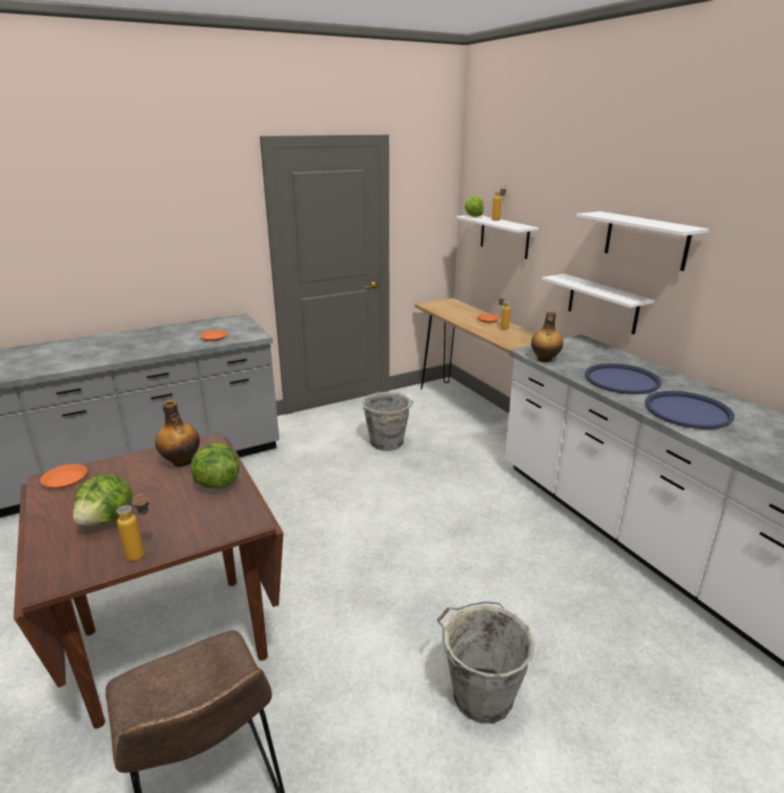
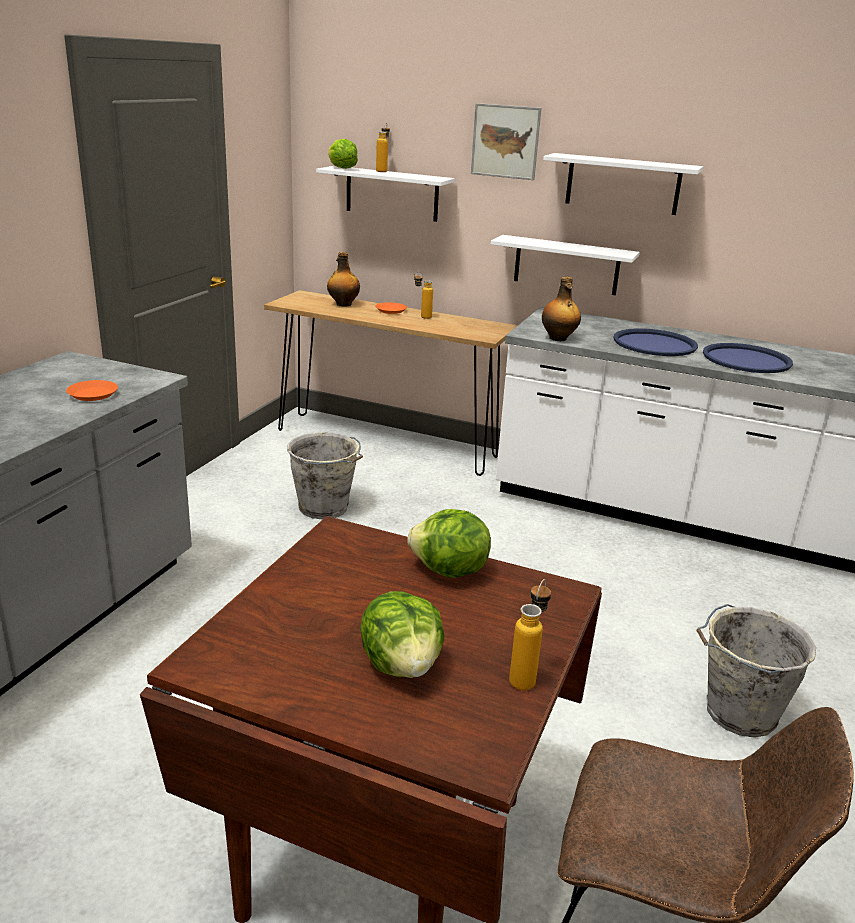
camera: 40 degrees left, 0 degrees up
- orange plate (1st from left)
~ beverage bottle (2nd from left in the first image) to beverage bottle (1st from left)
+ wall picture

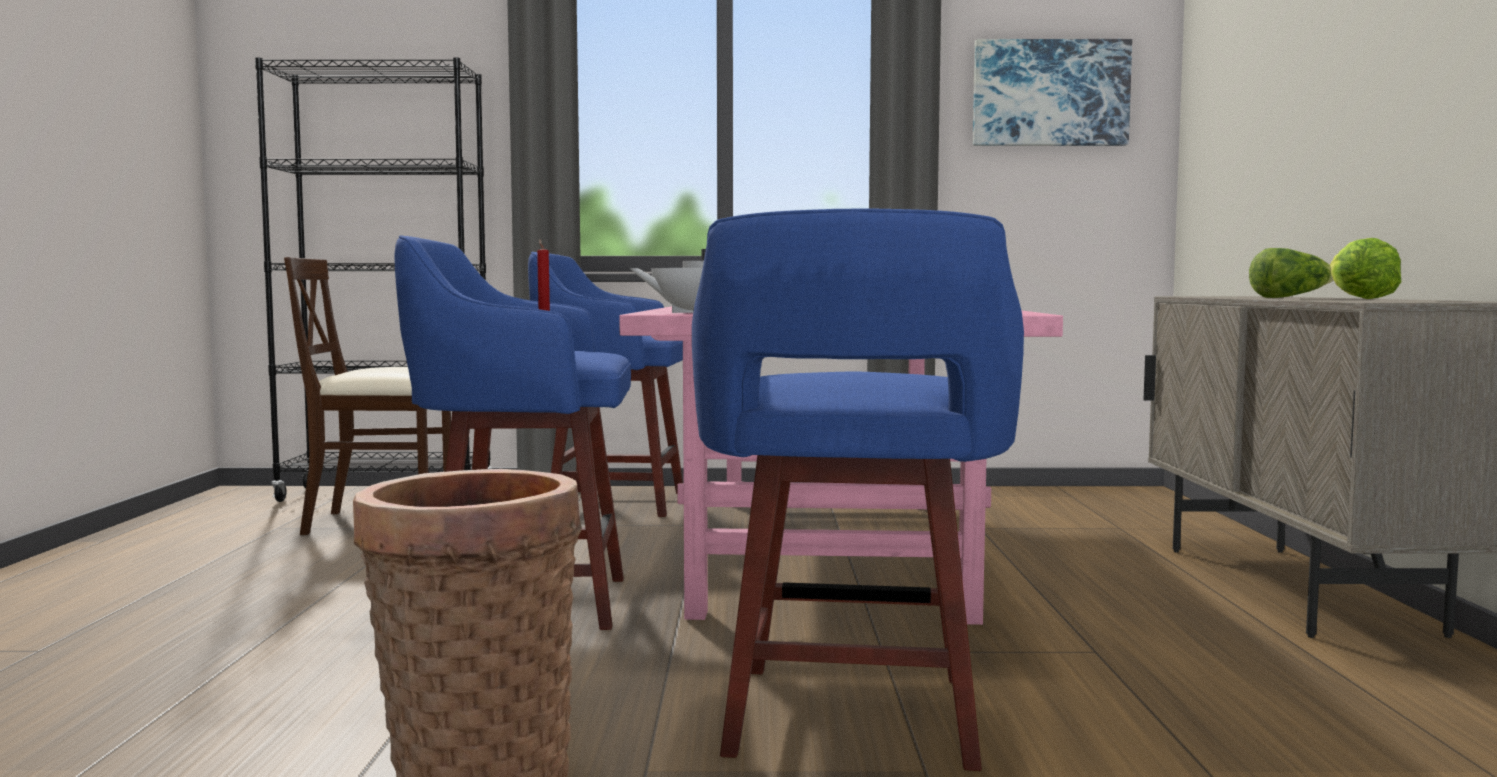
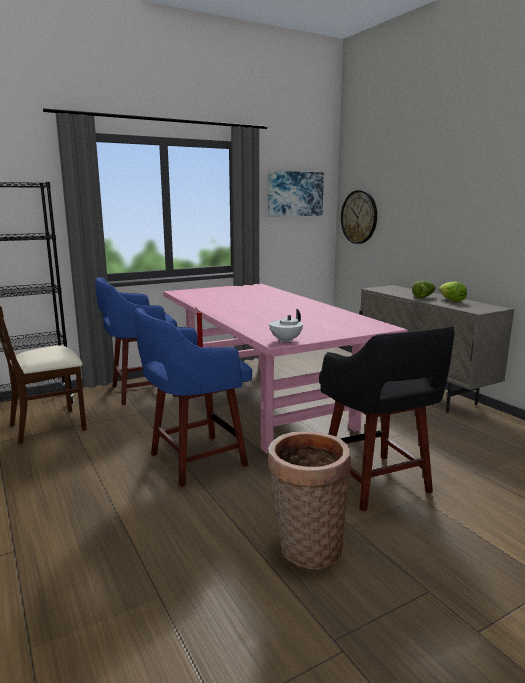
camera: 30 degrees left, 10 degrees up
~ blue-coloured stool seat (3rd from left) to blackish stool seat
+ wall clock

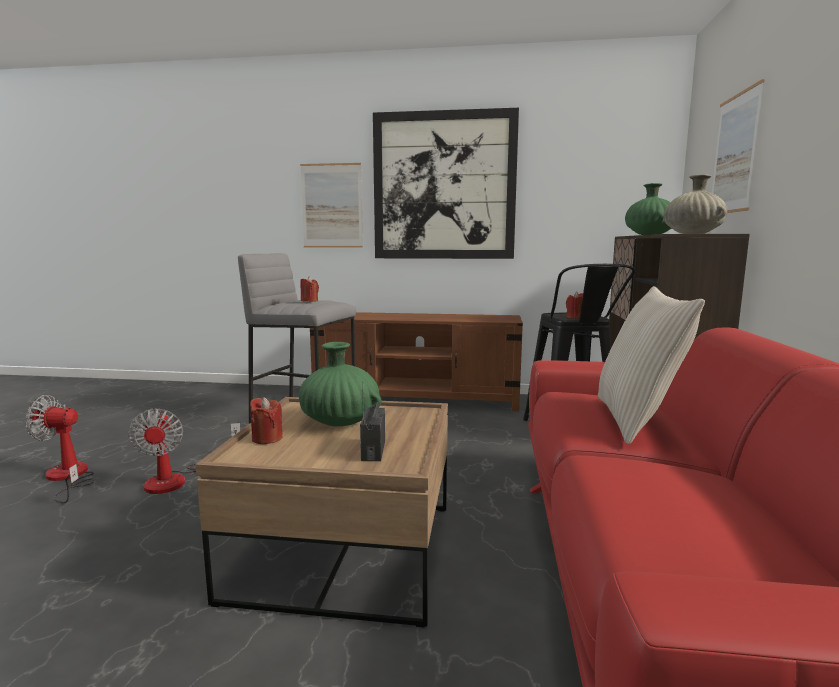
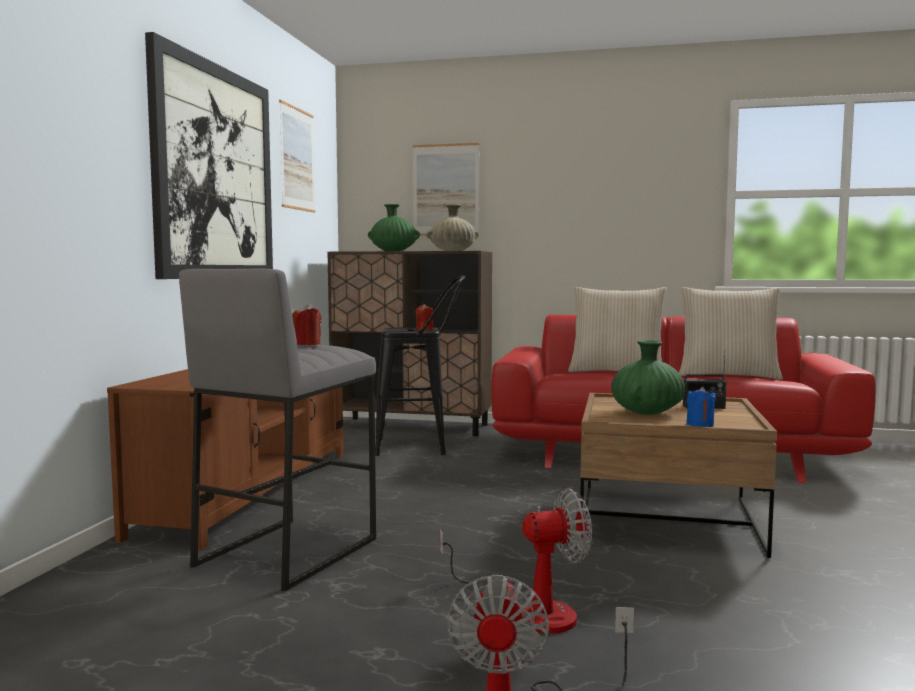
camera: 85 degrees left, 5 degrees down
~ red wax candle (1st from left) to blue-coloured wax candle
~ wall picture (1st from left in the first image) to wall picture (2nd from left)
+ beige-coloured cushion (2nd from left)

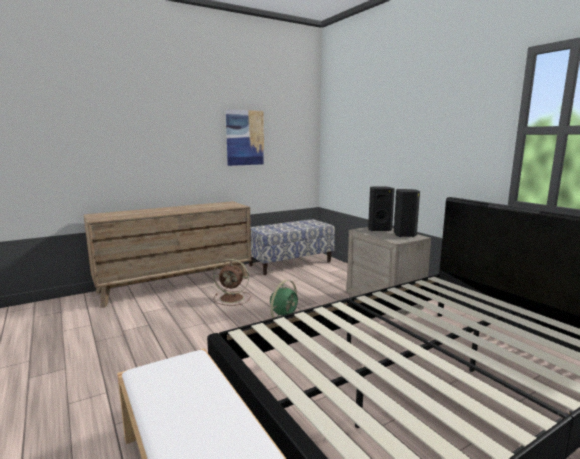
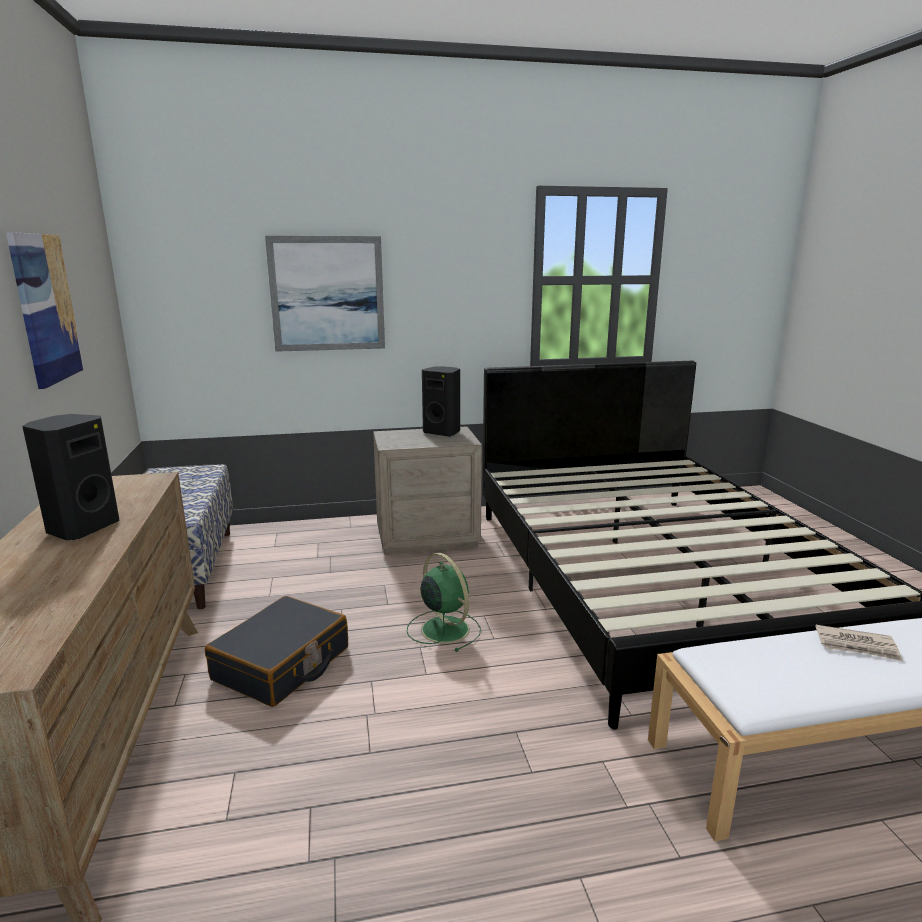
camera: 70 degrees left, 5 degrees up
~ brown-coloured electric fan to blackish piece of luggage
~ blackish audio speaker (1st from left)
+ wall picture (2nd from left)
+ newspaper

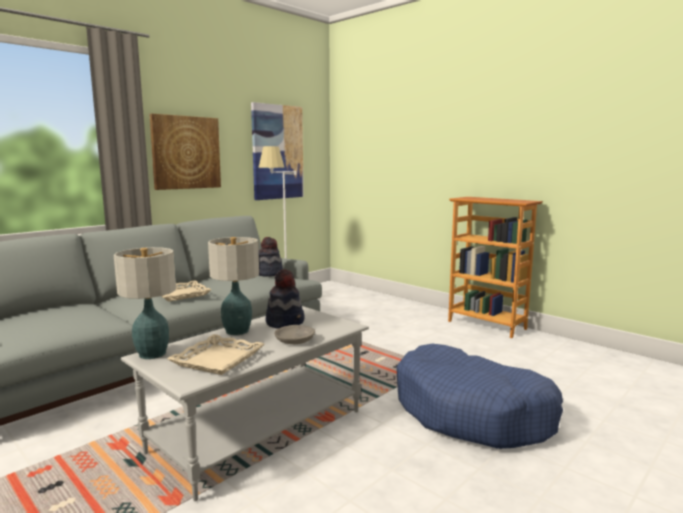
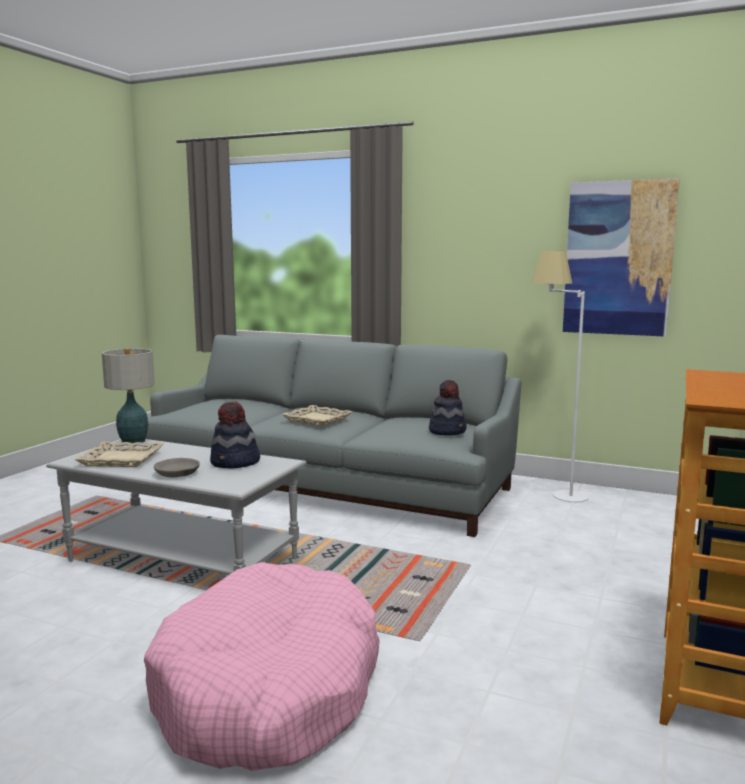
camera: 70 degrees right, 0 degrees up
- wall picture (1st from left)
- tabletop lamp (2nd from left)
~ blue-coloured pet bed to pinkish pet bed

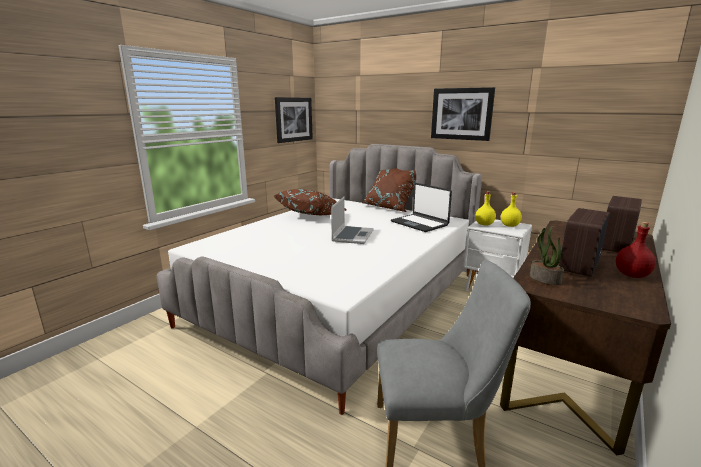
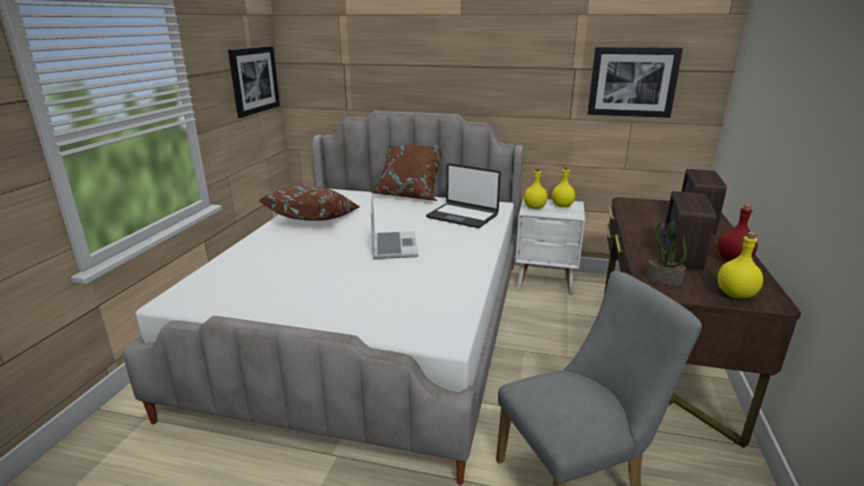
camera: 20 degrees left, 5 degrees up
~ wall picture (2nd from left)
+ yellow beverage bottle (3rd from left)

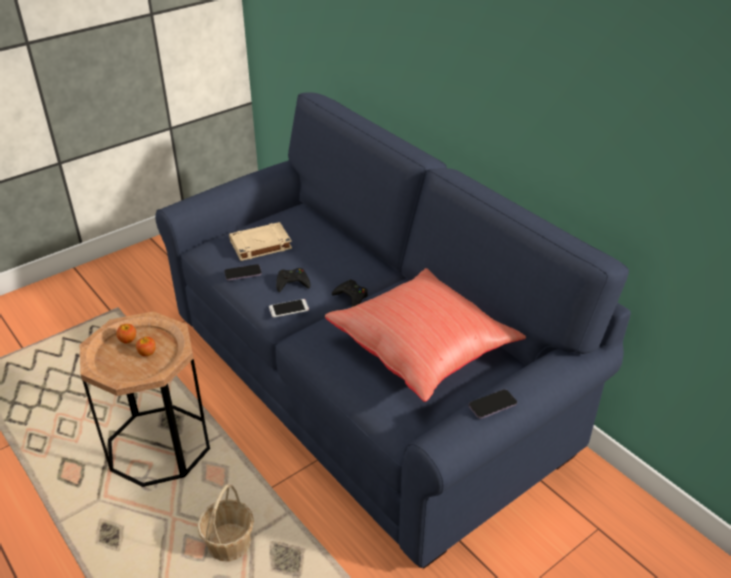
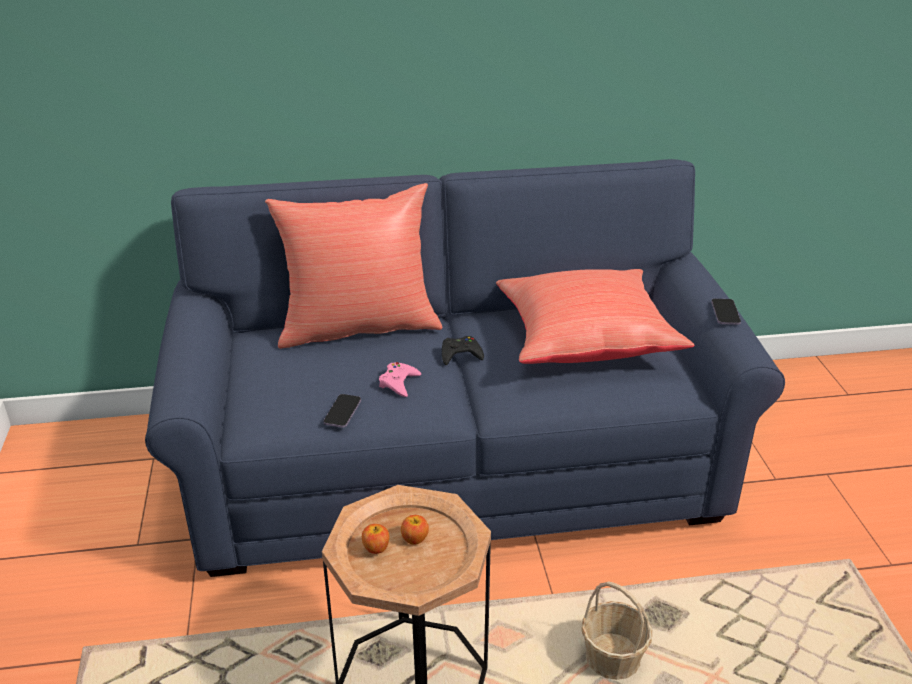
camera: 60 degrees left, 5 degrees down
- beige-coloured book
- telephone (2nd from left)
~ blackish joypad (1st from left) to pinkish joypad
+ red cushion (1st from left)

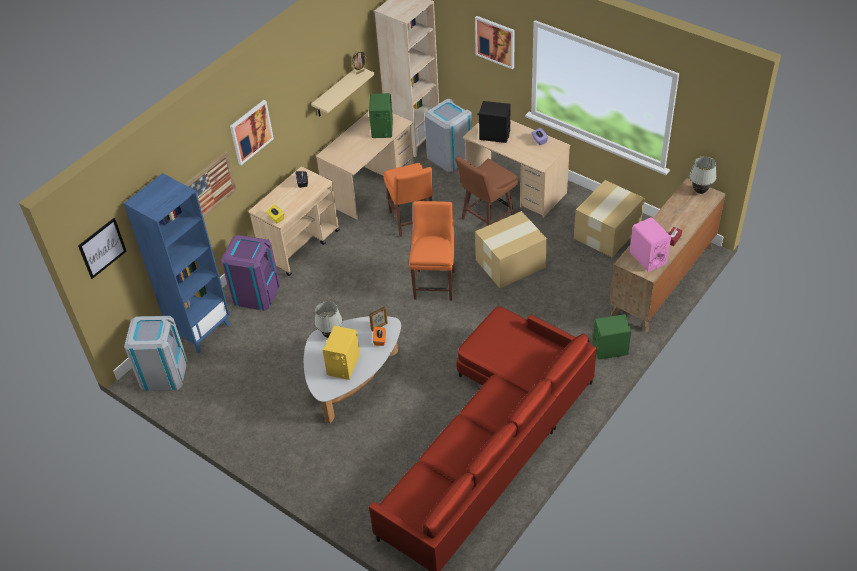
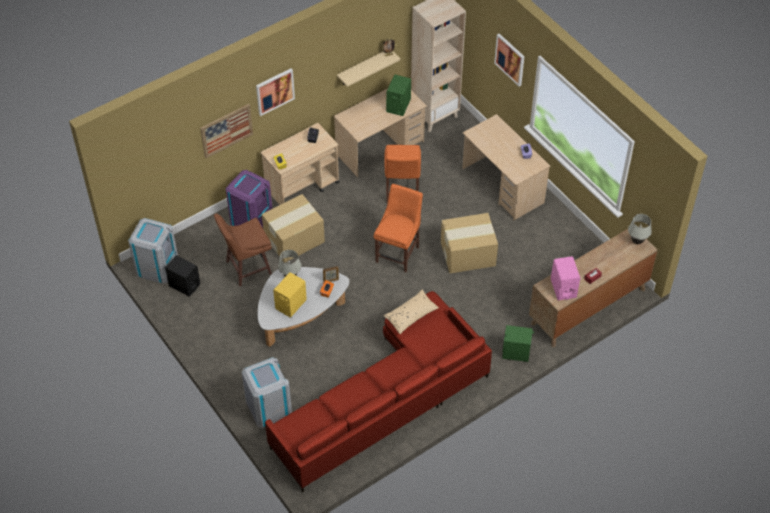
camera: 15 degrees right, 5 degrees up
- wall picture (1st from left)
- blue-coloured bookcase
~ greyish waste bin (2nd from left)
~ brown-coloured stool seat
~ blackish audio speaker
~ packing box (2nd from left in the first image) to packing box (1st from left)
+ beige-coloured cushion

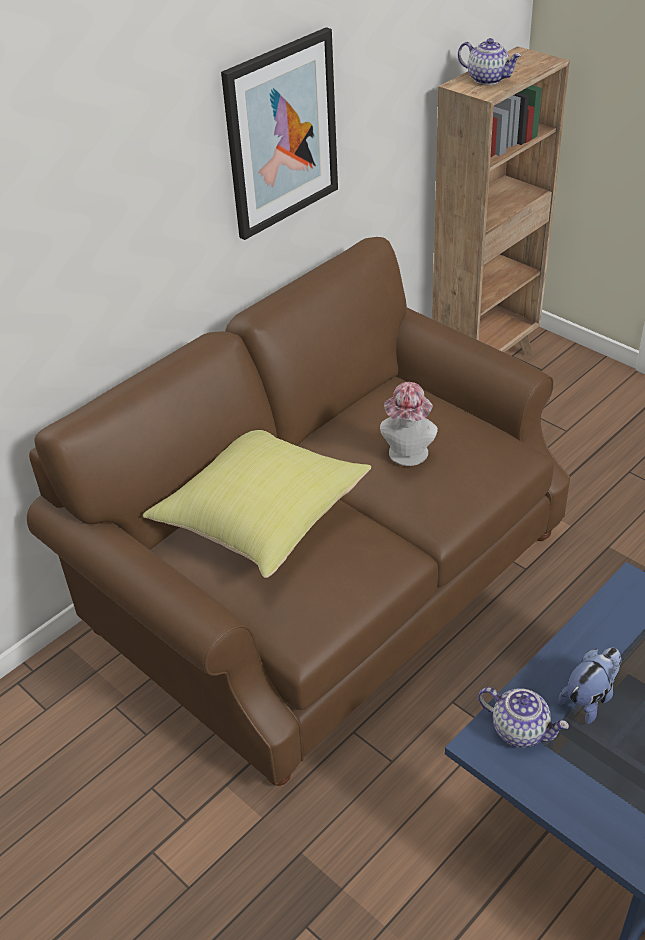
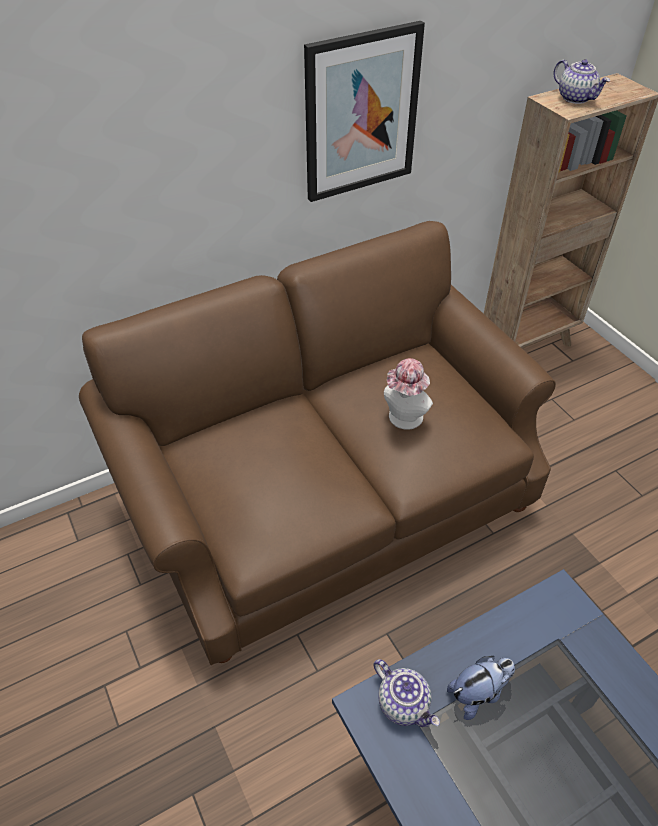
camera: 15 degrees right, 5 degrees up
- yellow cushion

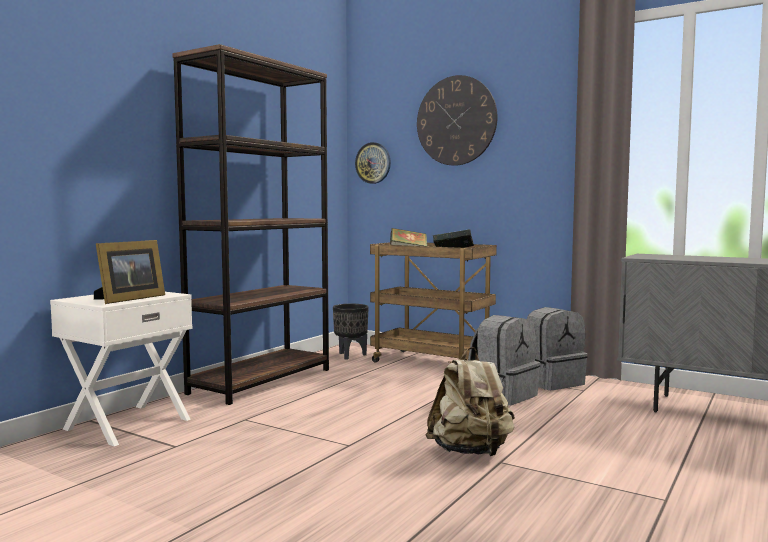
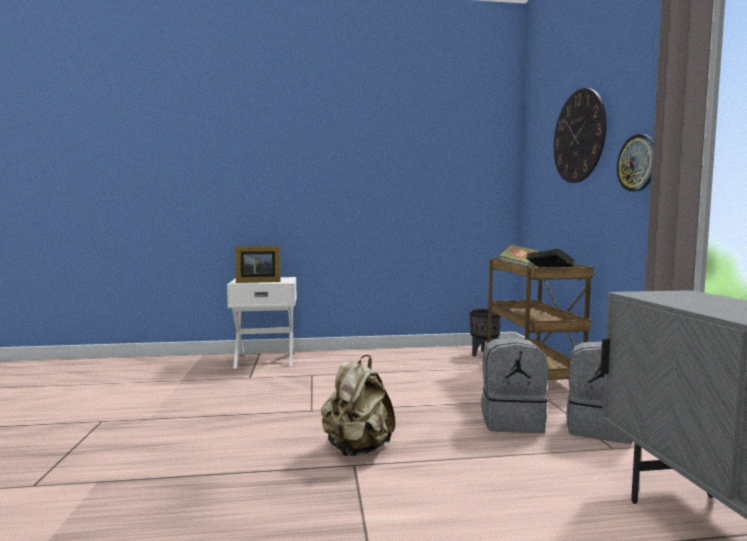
camera: 50 degrees right, 0 degrees up
- brown-coloured bookcase
~ wall clock (1st from left in the first image) to wall clock (2nd from left)

